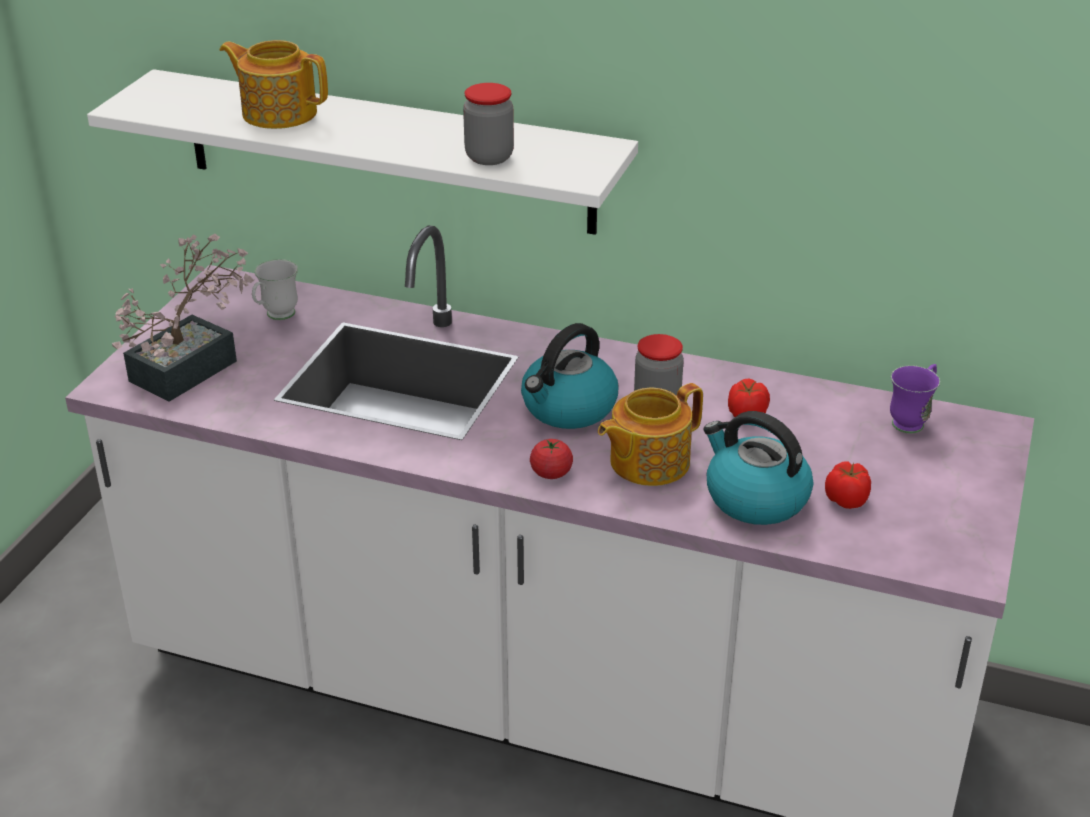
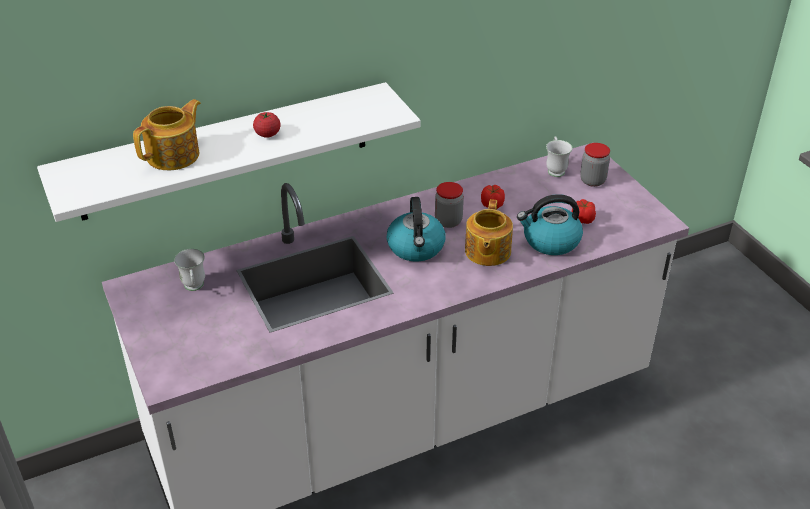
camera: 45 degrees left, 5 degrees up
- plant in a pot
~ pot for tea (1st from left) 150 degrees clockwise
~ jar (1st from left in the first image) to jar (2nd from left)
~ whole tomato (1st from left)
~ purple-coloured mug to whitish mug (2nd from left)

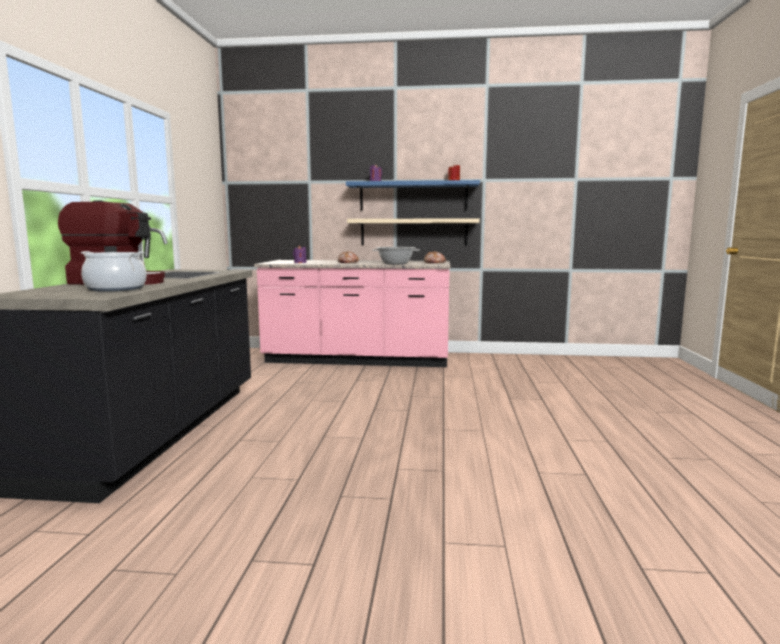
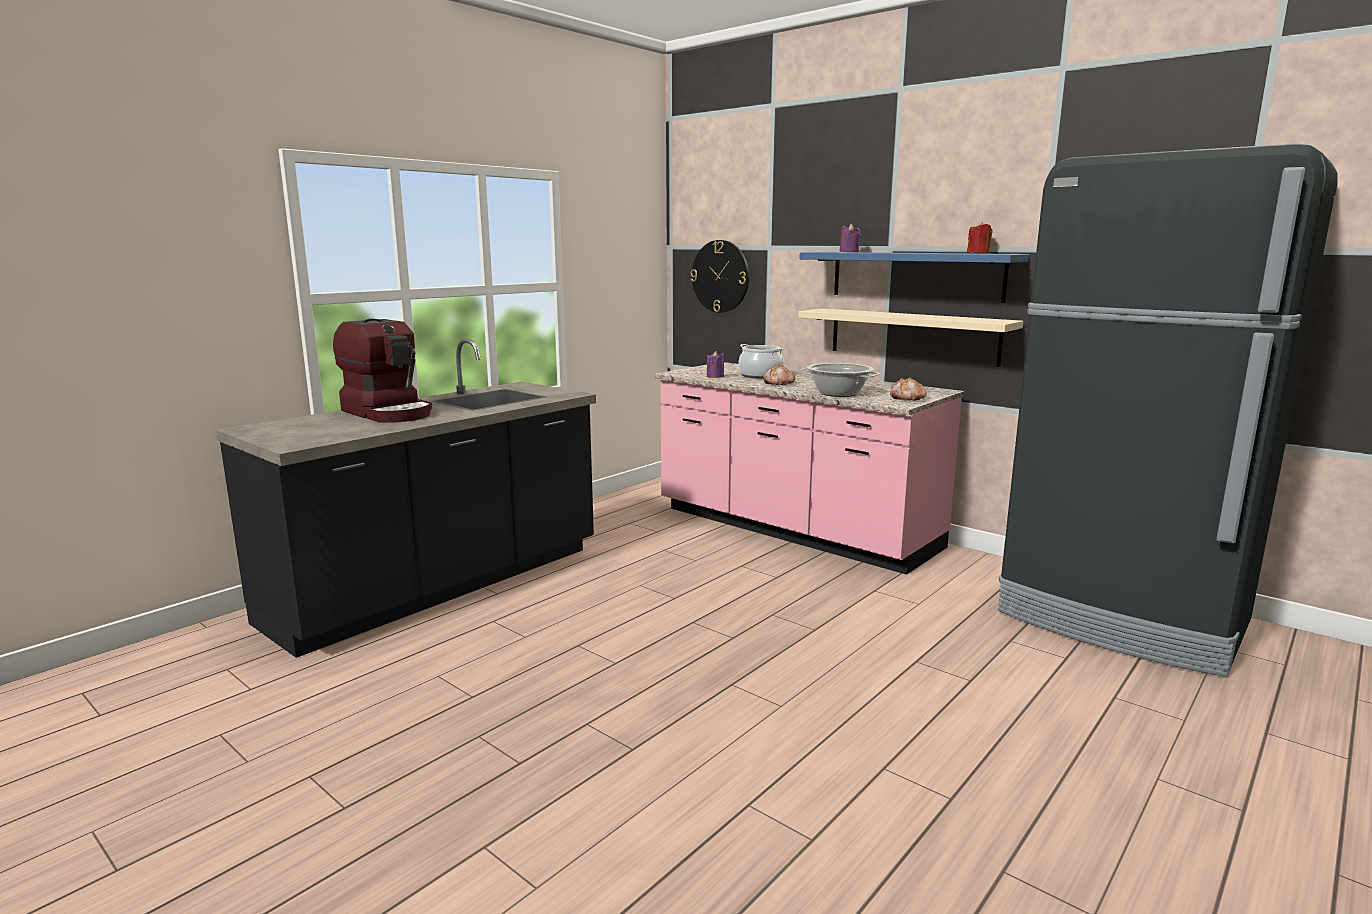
camera: 35 degrees right, 5 degrees up
~ stockpot (1st from left)
+ wall clock
+ blackish fridge

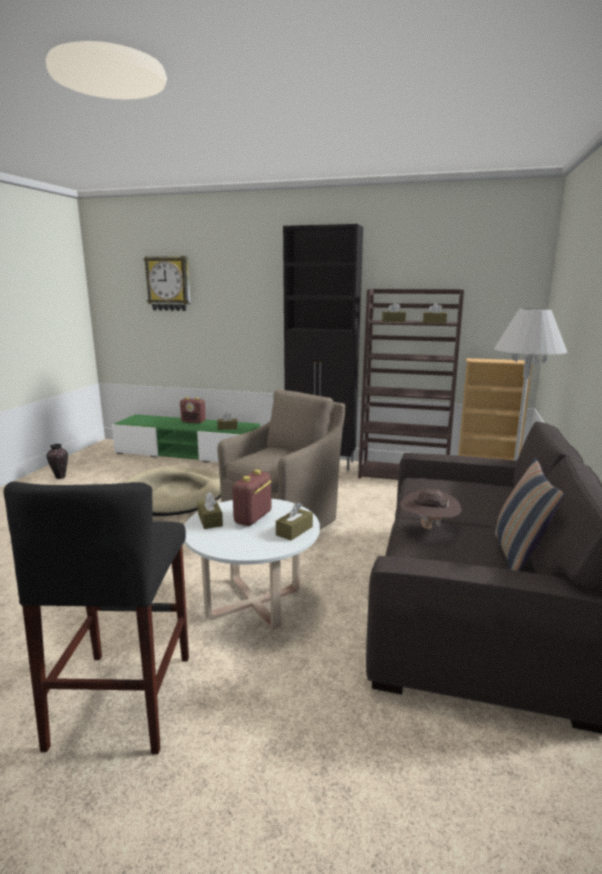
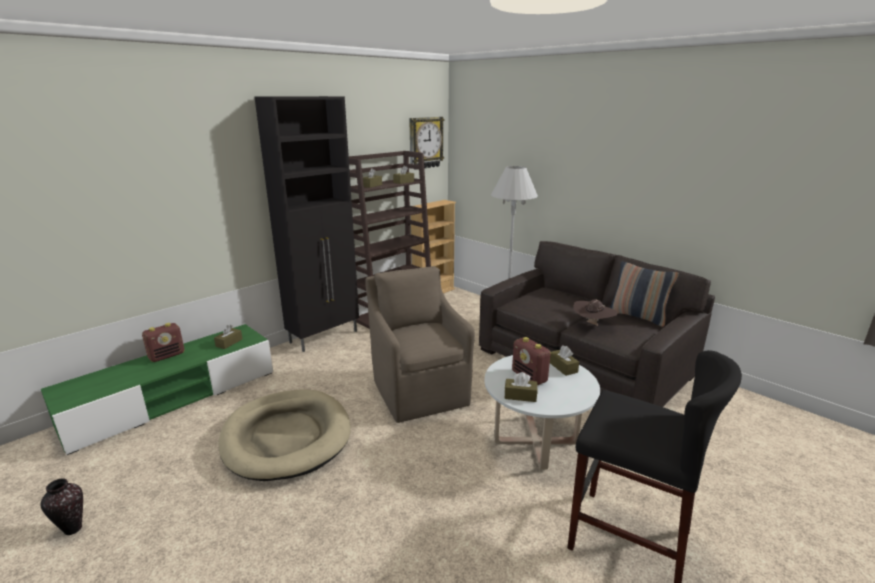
camera: 60 degrees left, 5 degrees up
~ wall clock

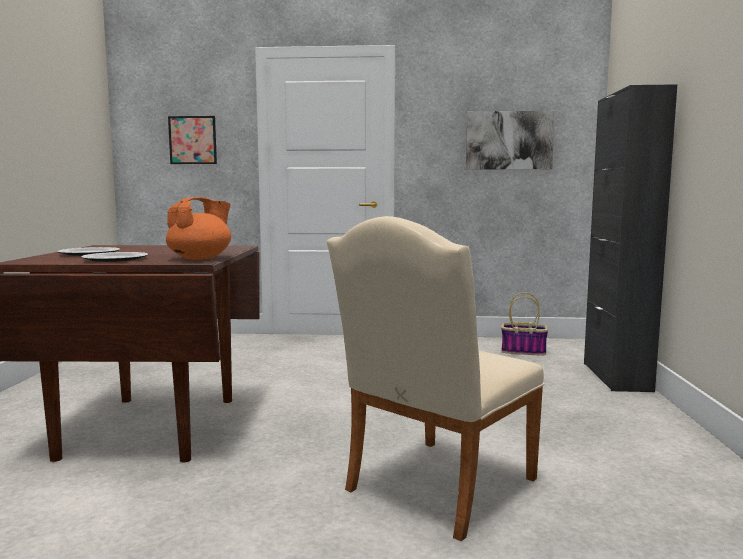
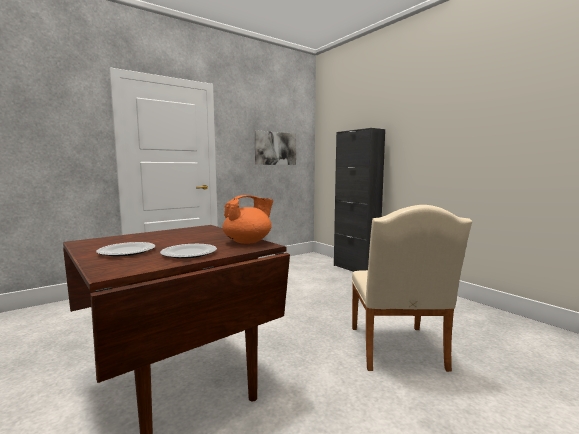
camera: 40 degrees left, 0 degrees up
~ orange pot for tea 60 degrees clockwise
- wall picture (1st from left)
- household basket

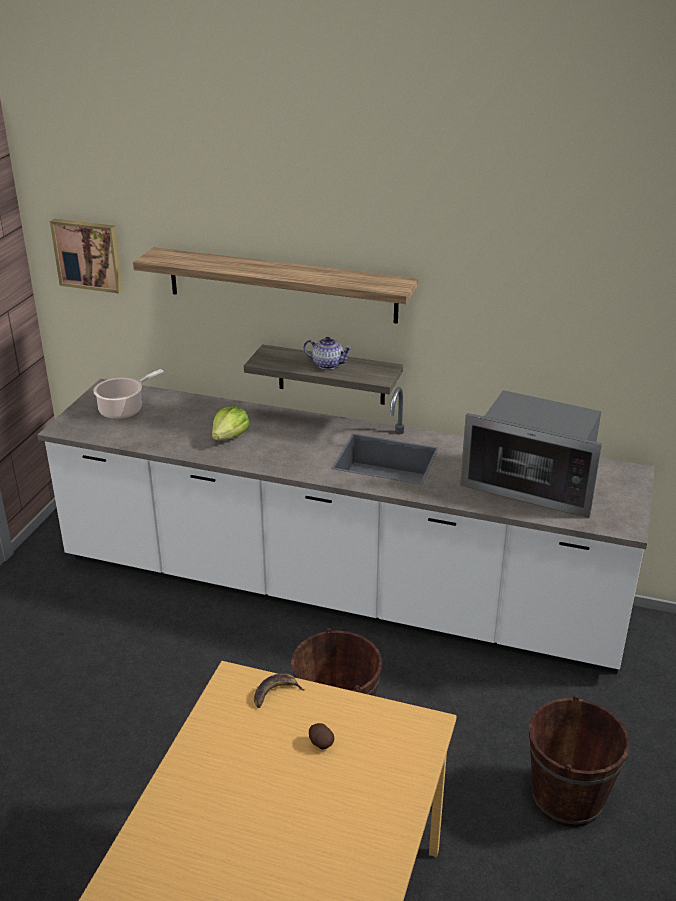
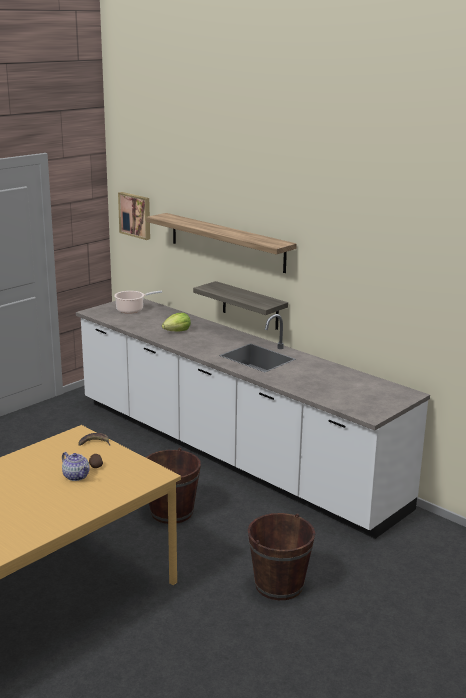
camera: 25 degrees right, 10 degrees down
~ pot for tea
- microwave oven

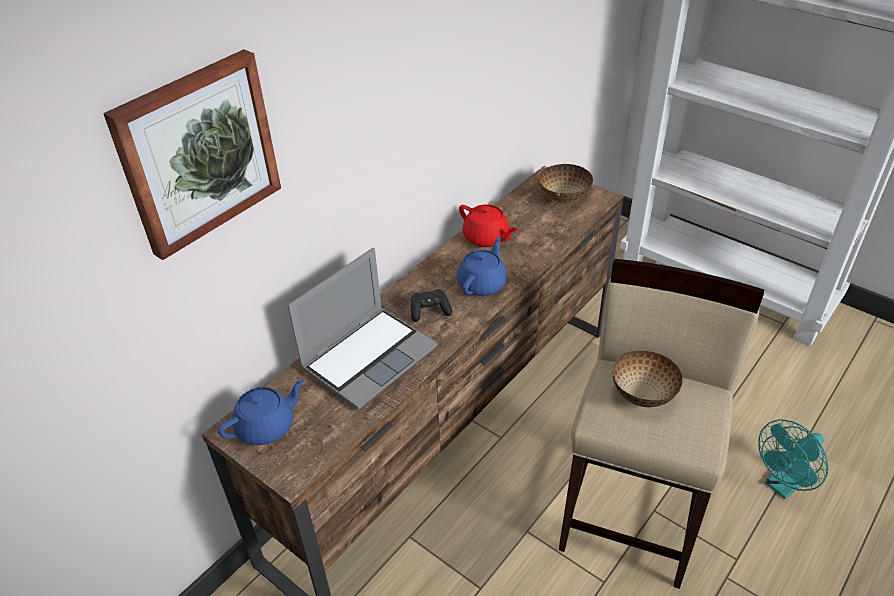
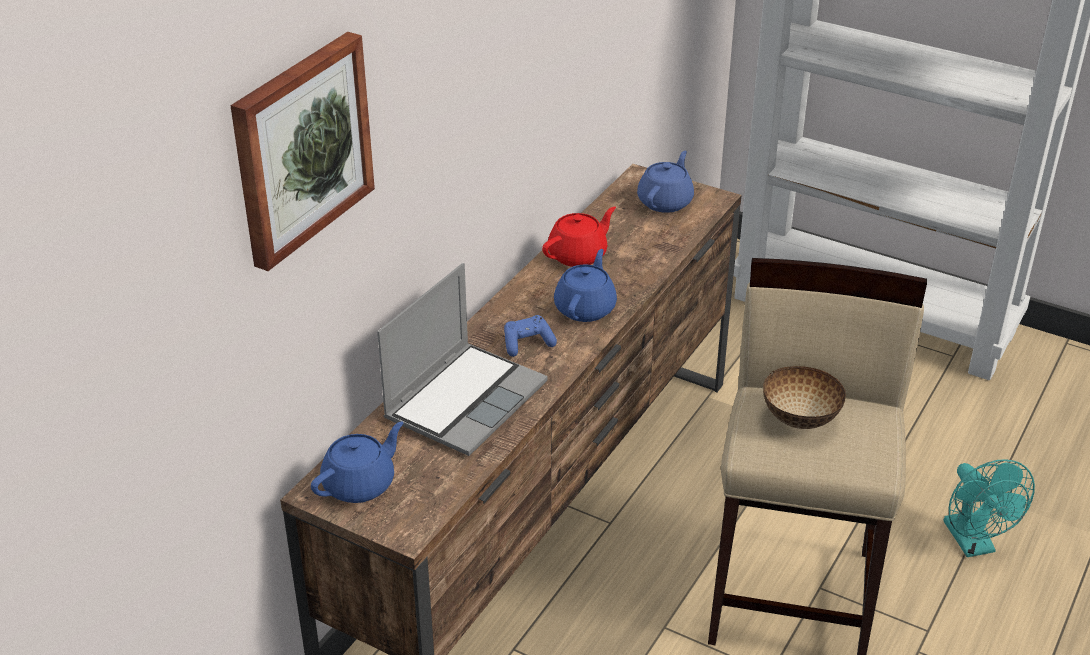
camera: 10 degrees left, 5 degrees down
~ blackish joypad to blue-coloured joypad
~ red pot for tea 75 degrees counterclockwise
~ bowl (1st from left) to blue-coloured pot for tea (3rd from left)
~ turquoise-coloured electric fan 60 degrees counterclockwise

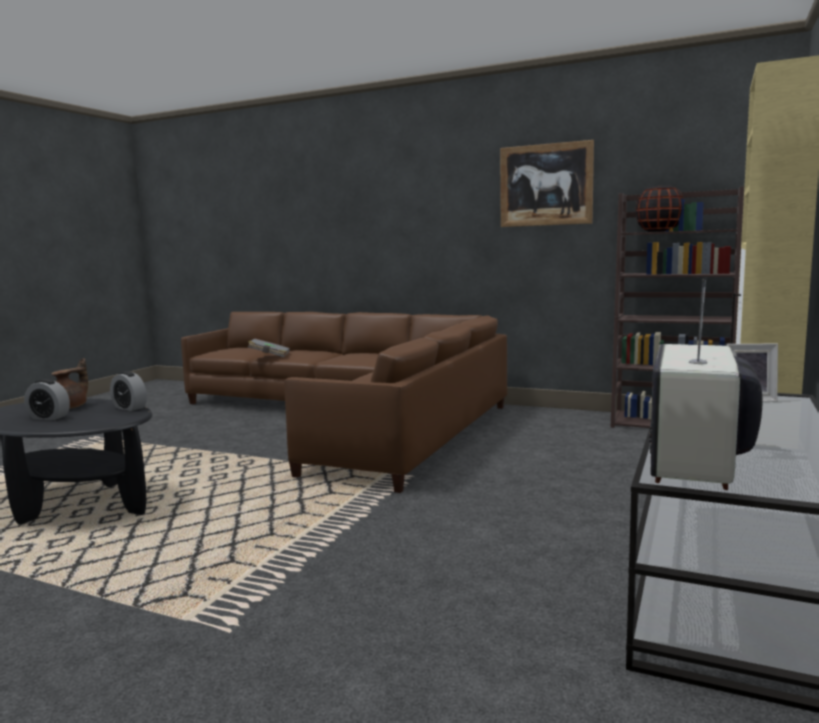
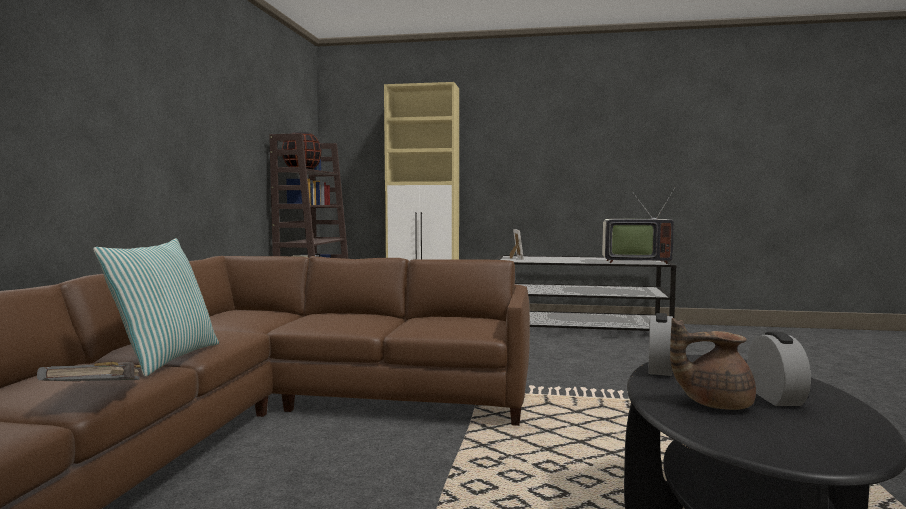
camera: 105 degrees left, 5 degrees down
- wall picture
+ cushion

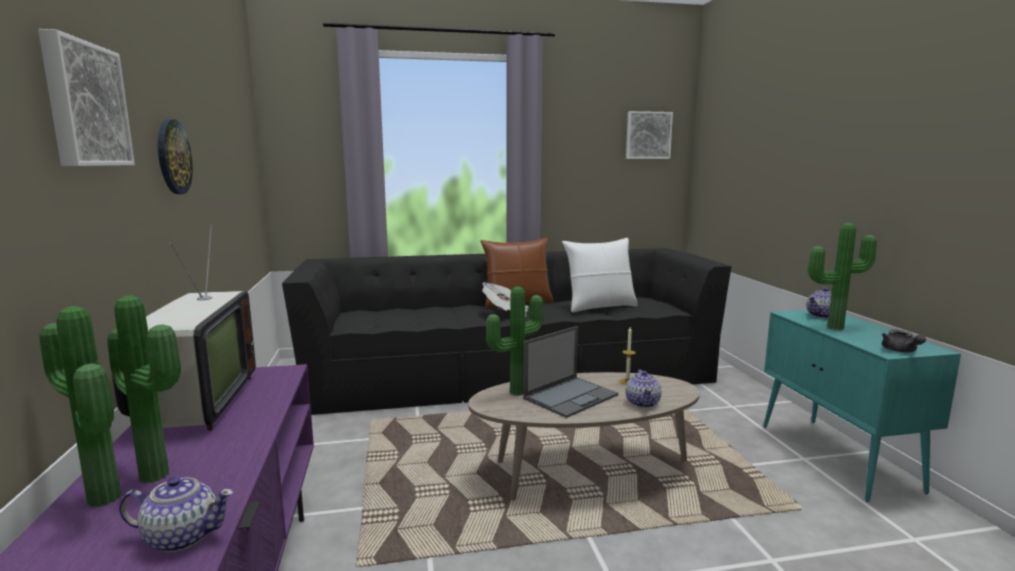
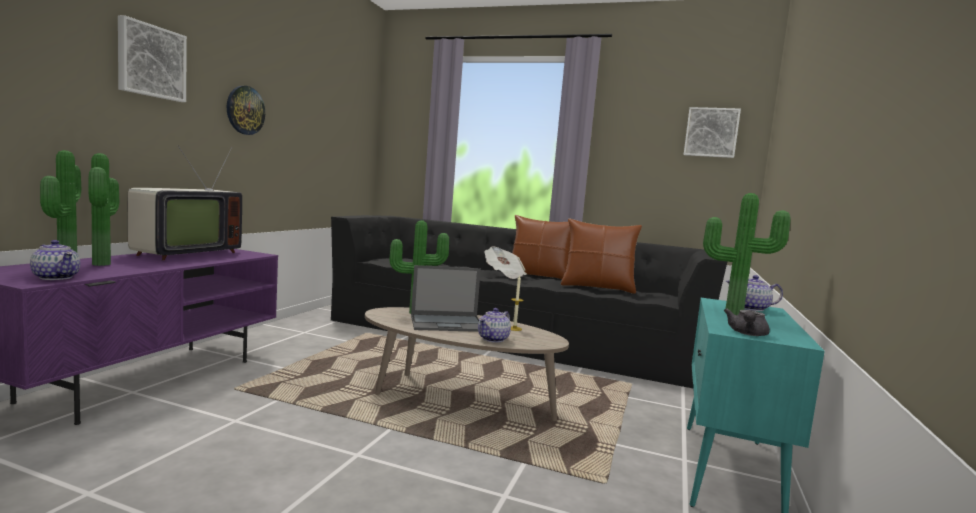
camera: 30 degrees right, 5 degrees down
~ whitish cushion to brown-coloured cushion (2nd from left)

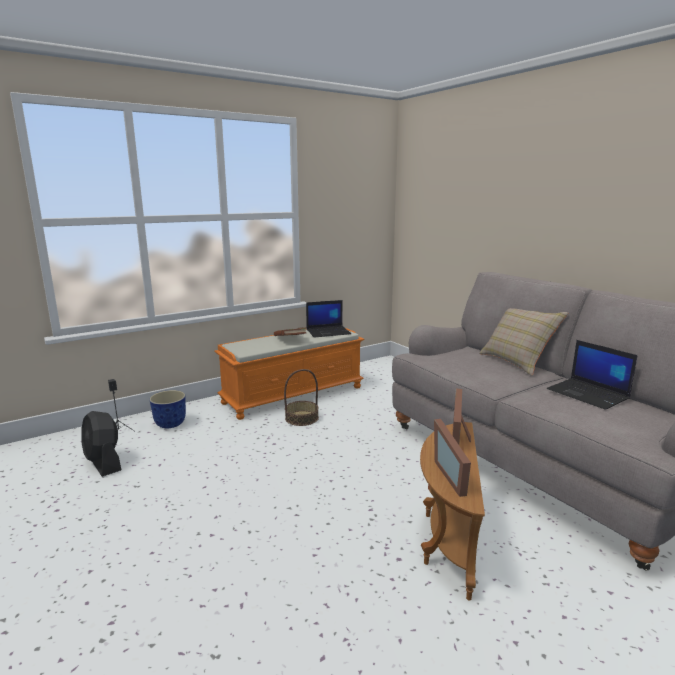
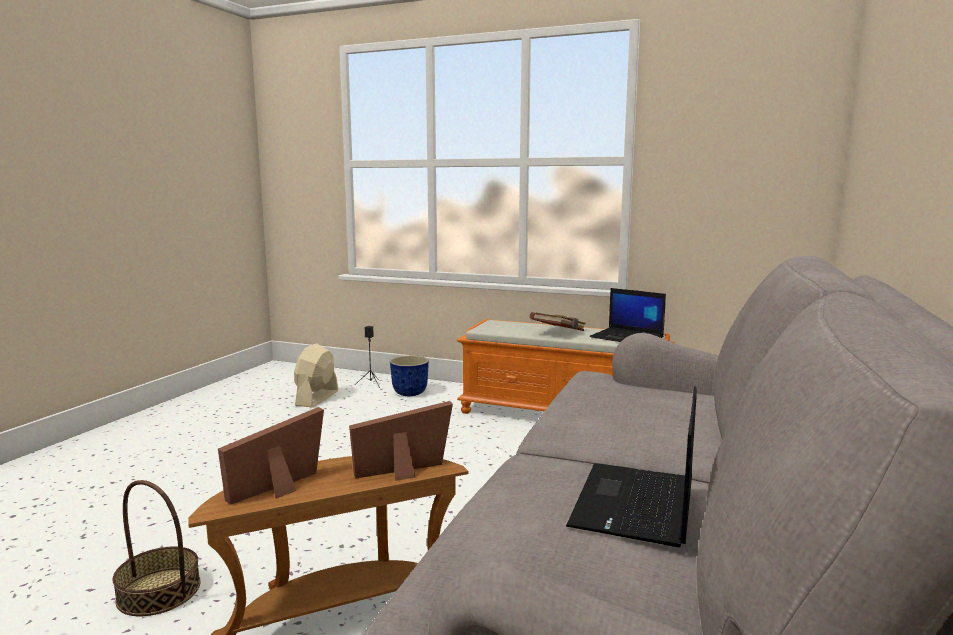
camera: 55 degrees right, 5 degrees down
~ blackish electric fan to beige-coloured electric fan
~ household basket
- beige-coloured cushion

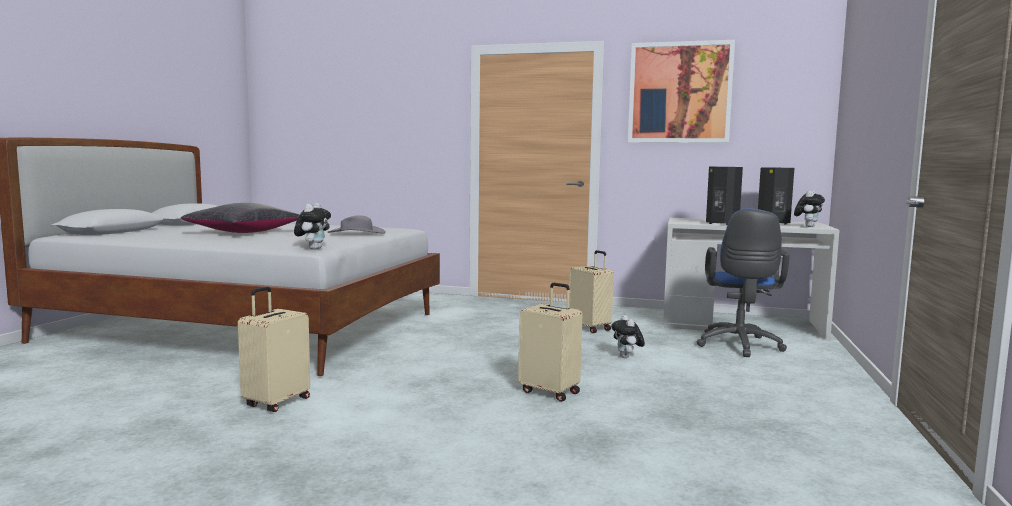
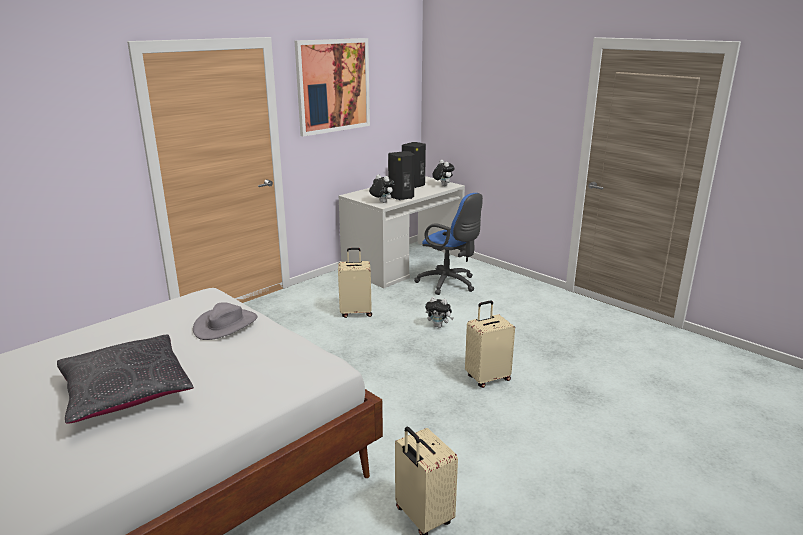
camera: 60 degrees left, 15 degrees up
~ soft toy (1st from left)

